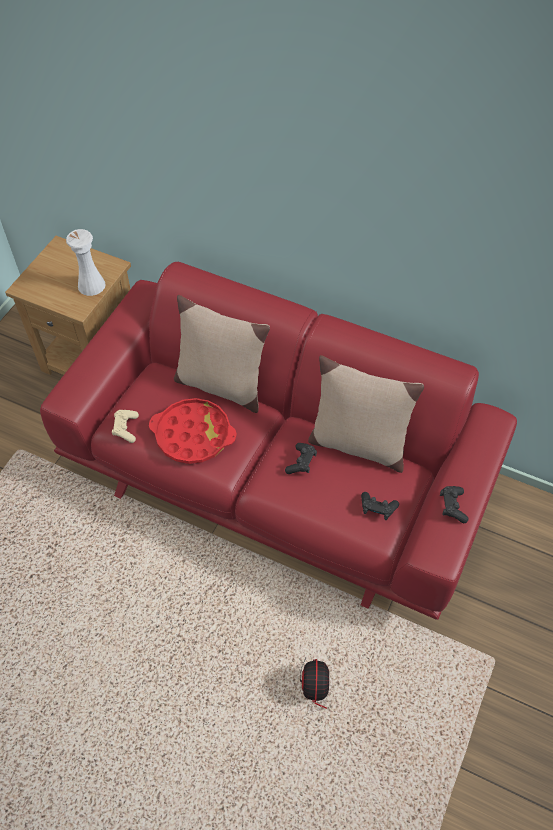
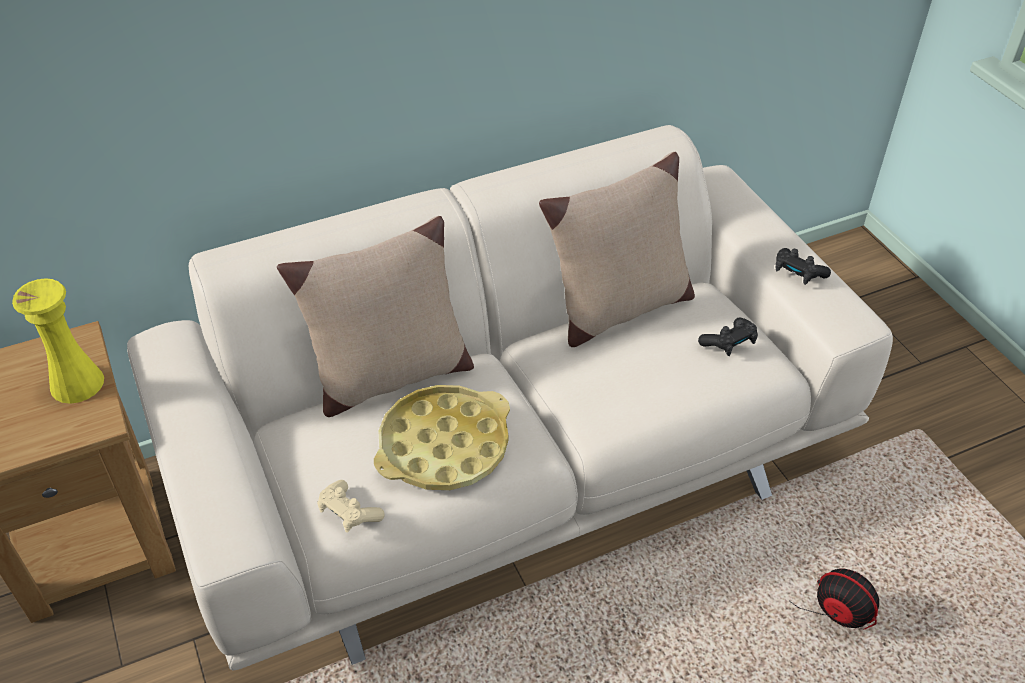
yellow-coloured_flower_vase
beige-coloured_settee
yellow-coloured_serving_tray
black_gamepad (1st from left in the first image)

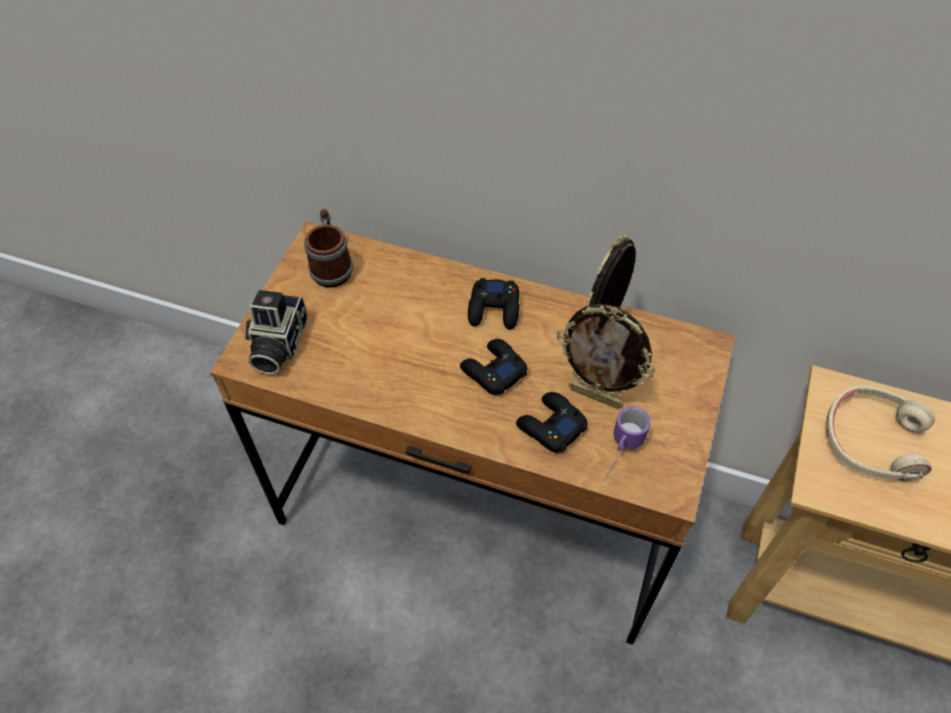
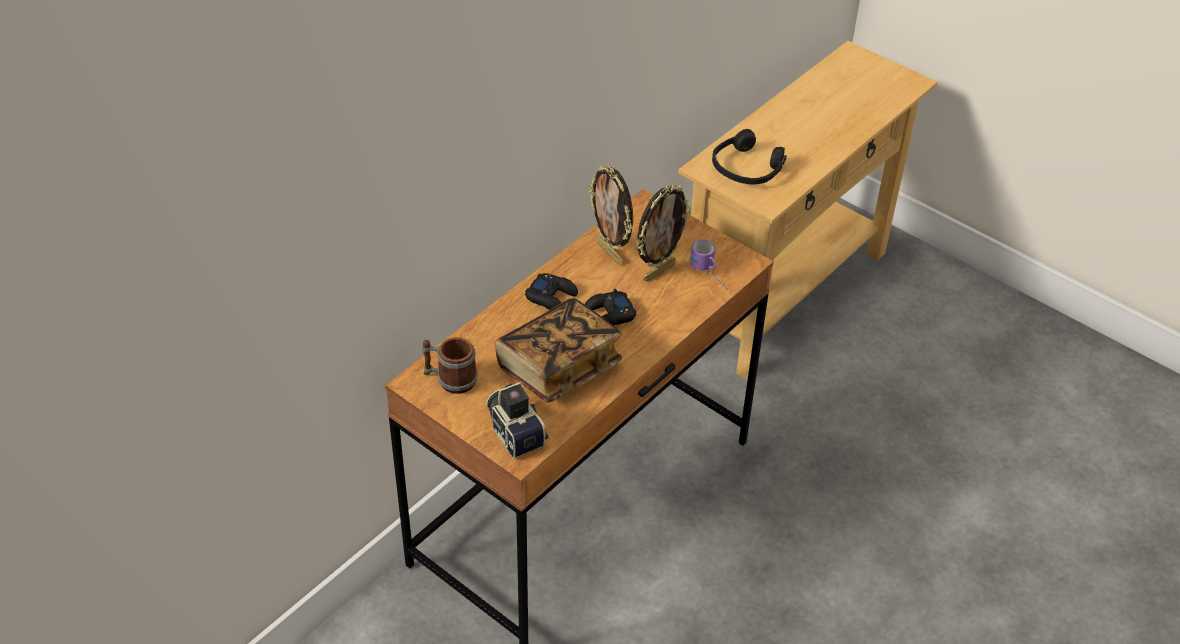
still_camera
black_headphones
black_gamepad (3rd from left in the first image)
bound_book

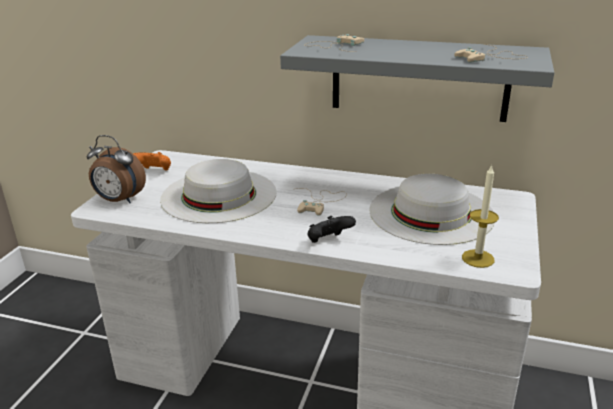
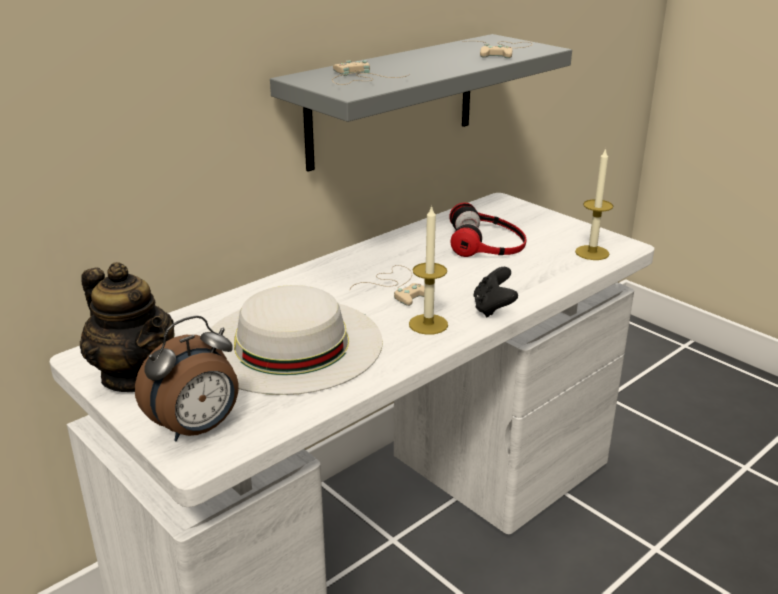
teapot
headphones
wax_candle (1st from left)

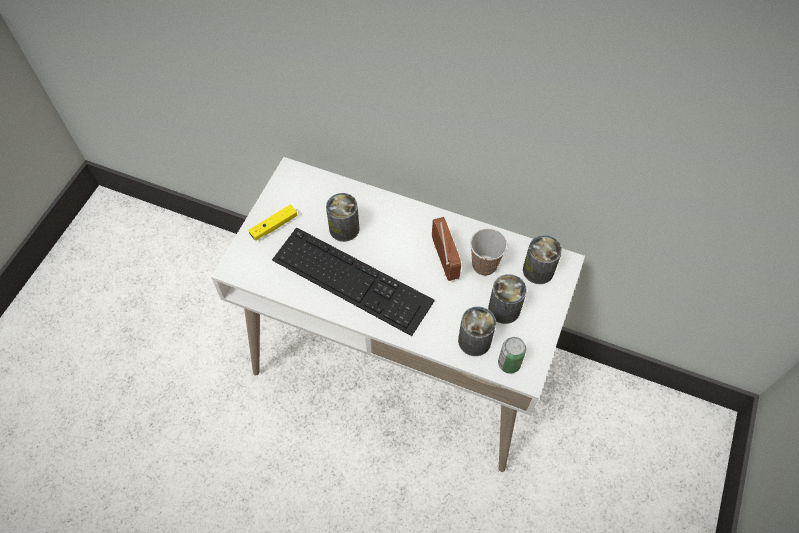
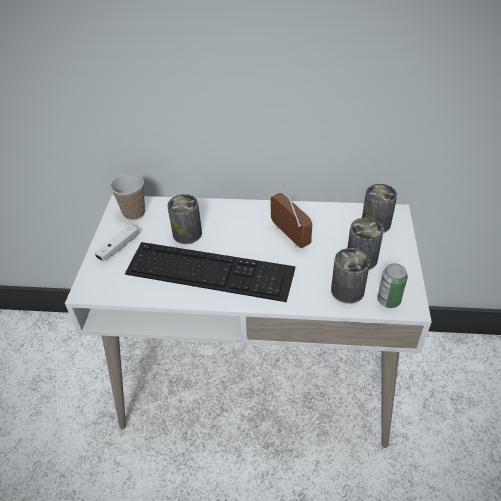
white_gamepad
drinking_cup

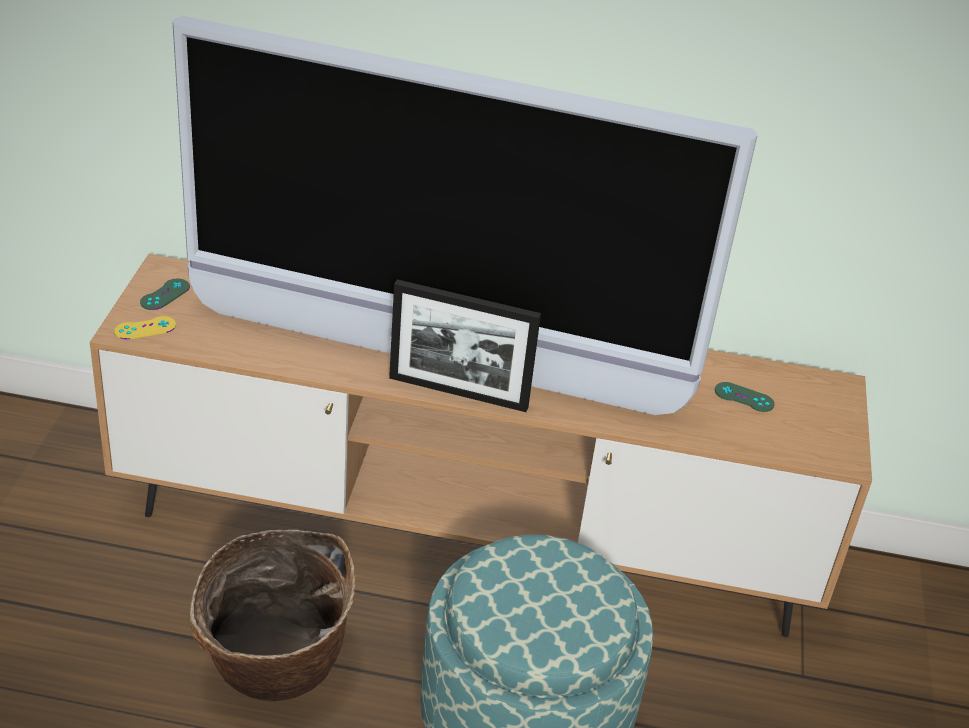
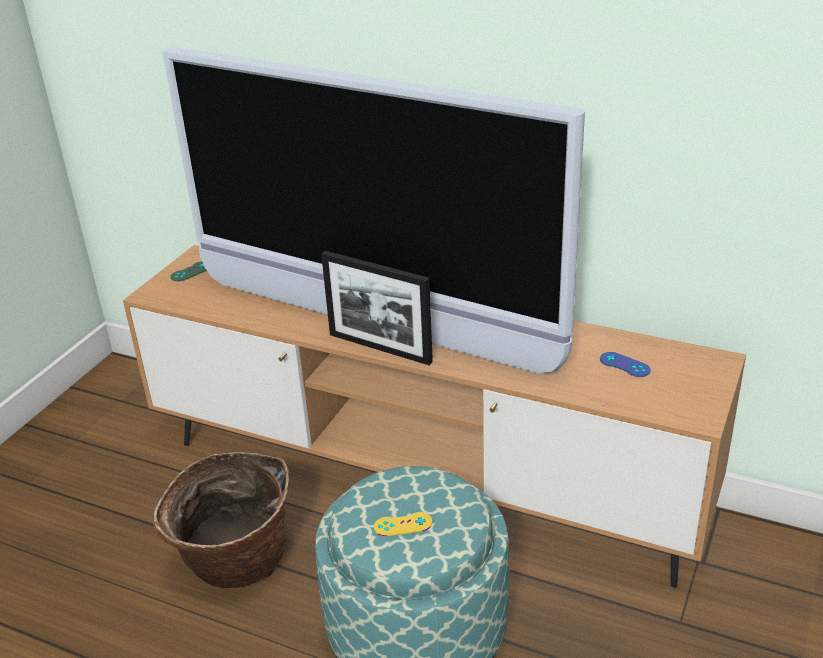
yellow-coloured_gamepad
blue_gamepad

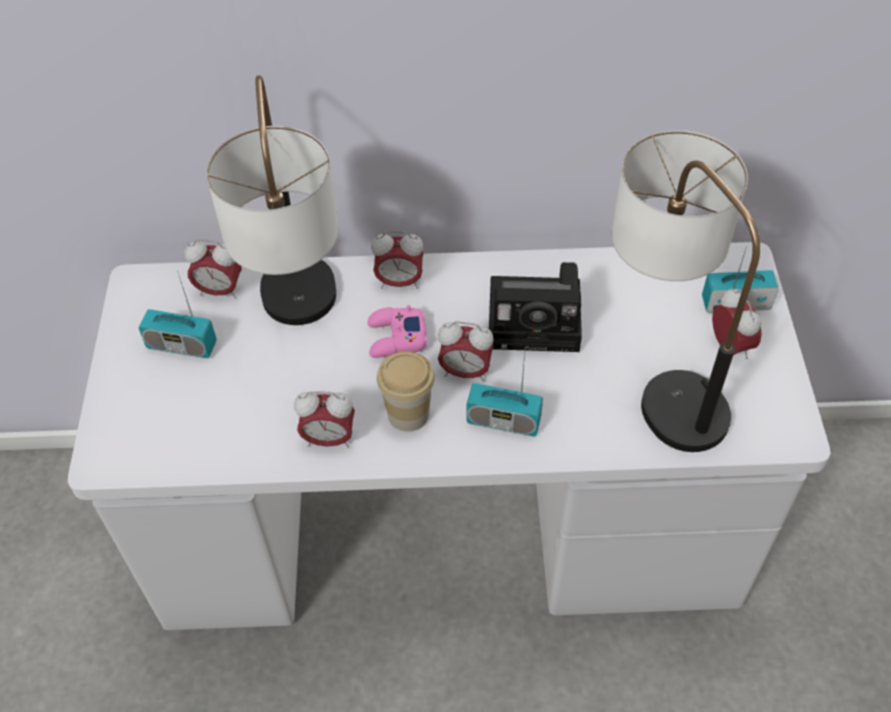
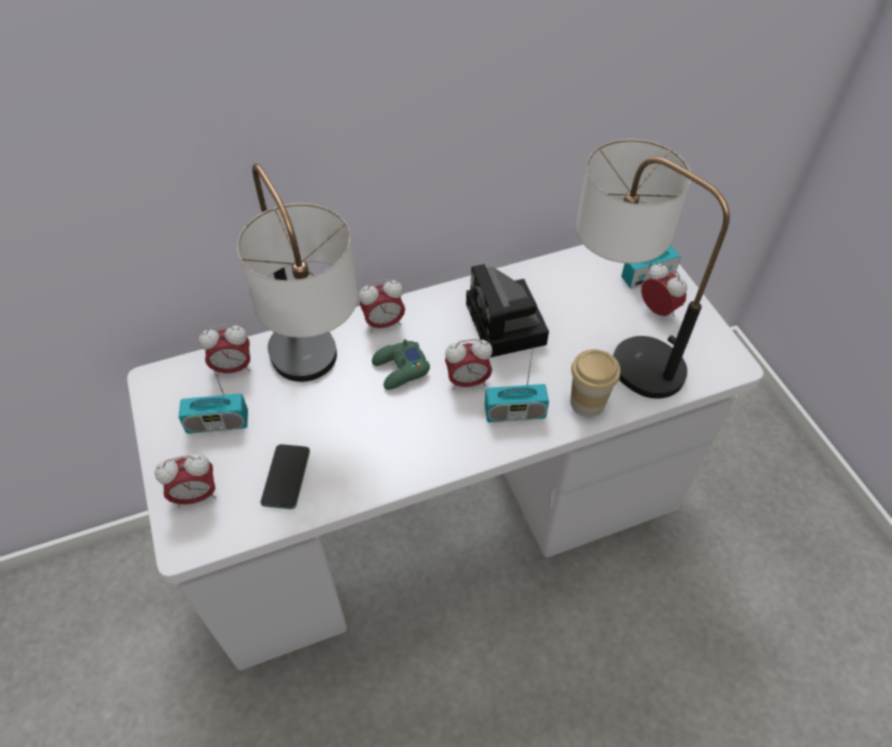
still_camera
greenish_gamepad
drinking_cup
alarm_clock (1st from left)
telephone

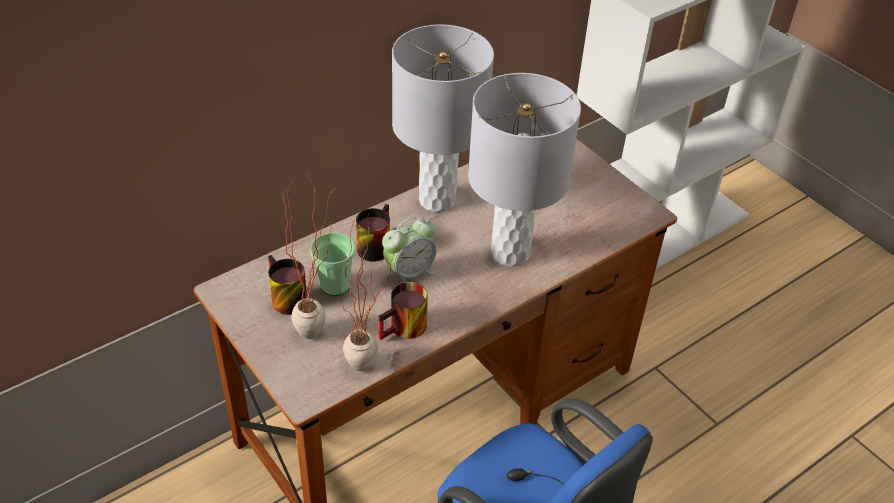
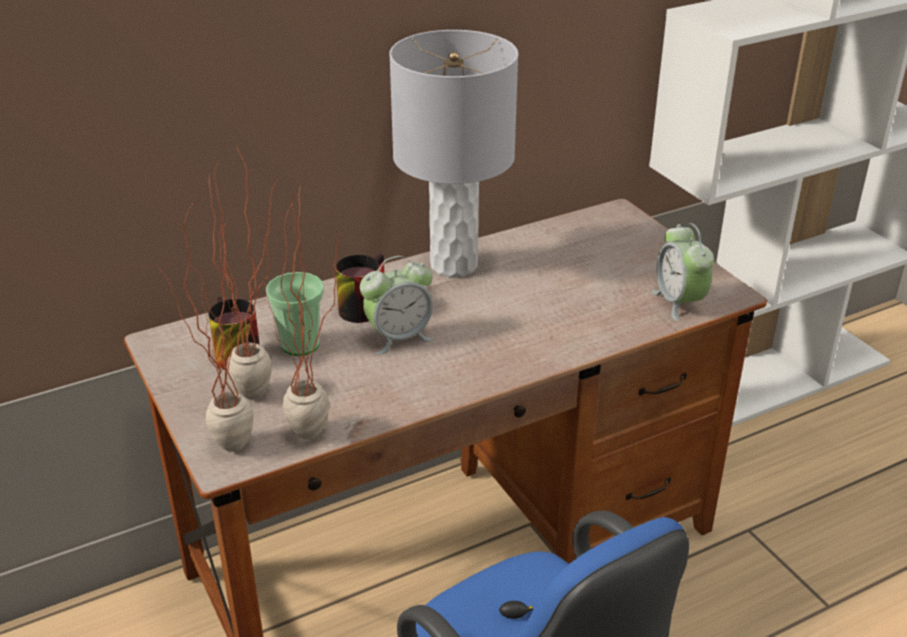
greyish_table_lamp (2nd from left in the first image)
mug (3rd from left in the first image)
plant_in_a_pot (1st from left)
alarm_clock (2nd from left)

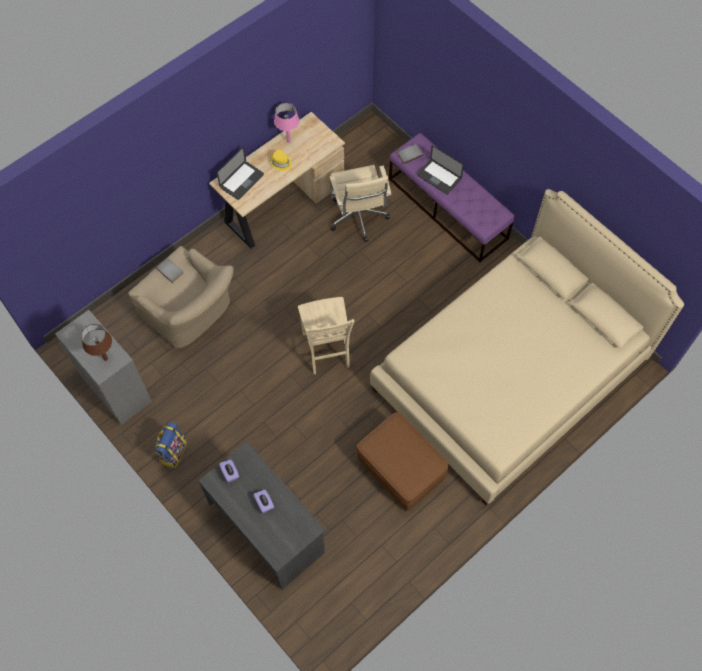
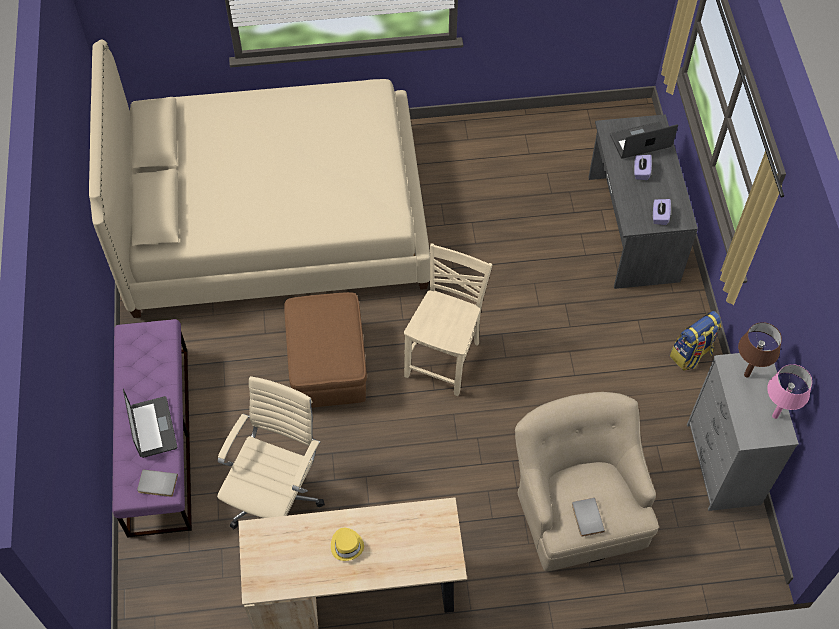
pink-coloured_table_lamp
notebook_computer (2nd from left)
brown_ottoman

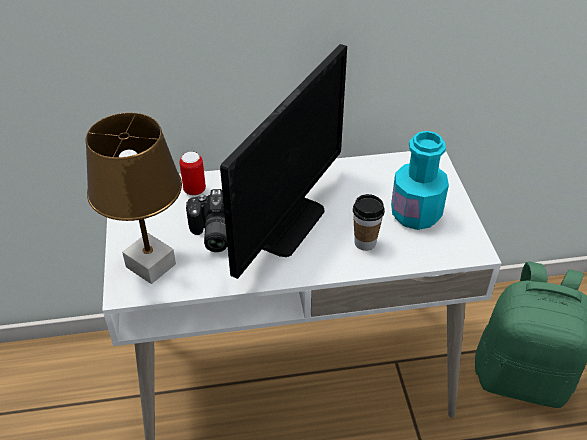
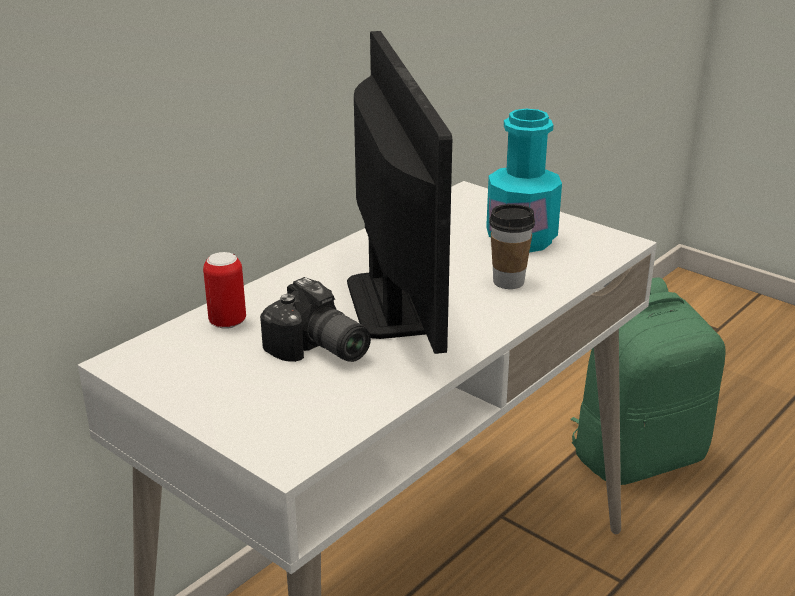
brown_table_lamp

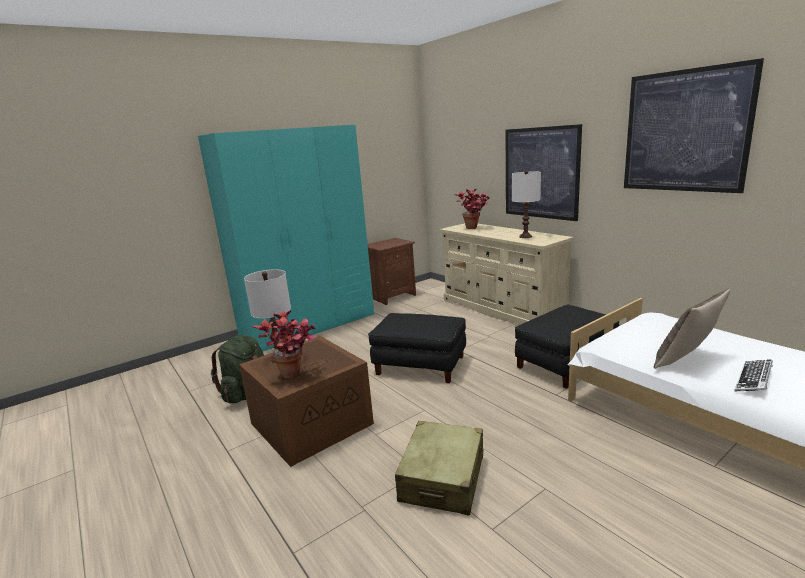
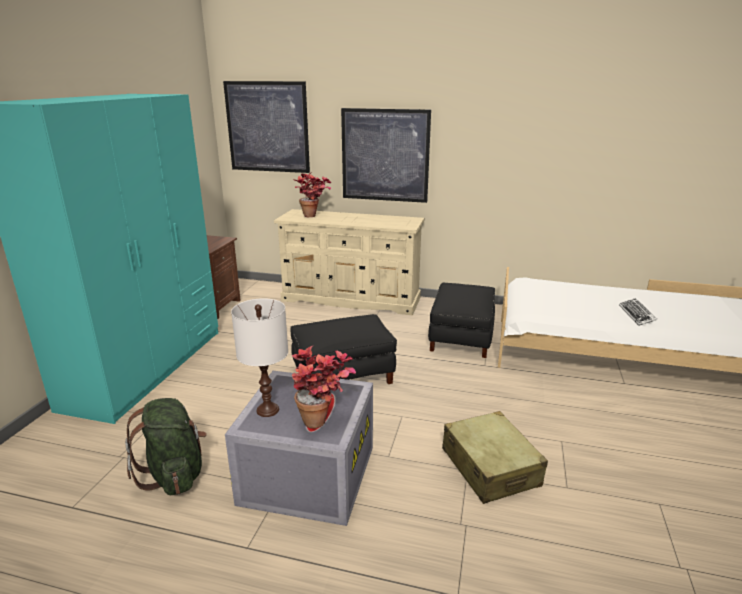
picture (1st from left)
white_table_lamp (2nd from left in the first image)
cushion
greyish_storage_container

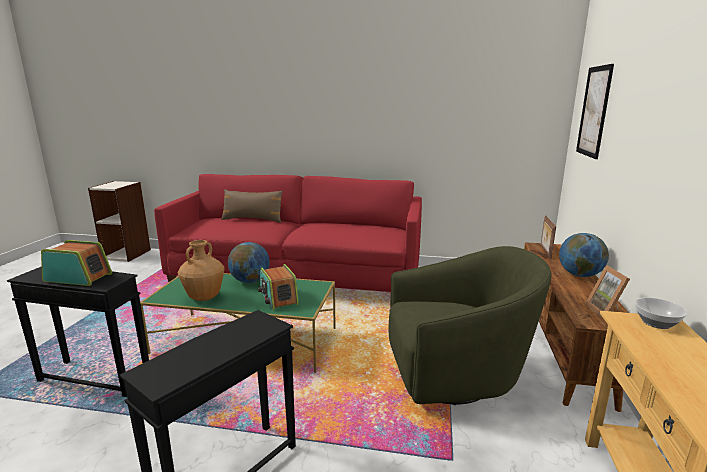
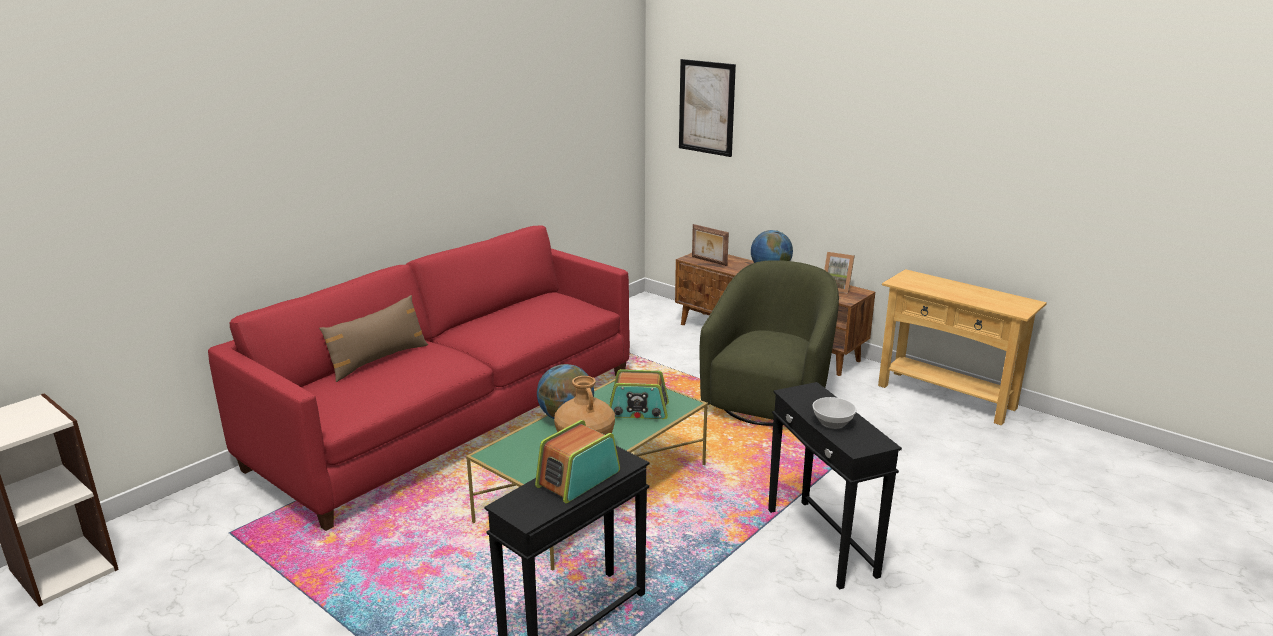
serving_bowl

